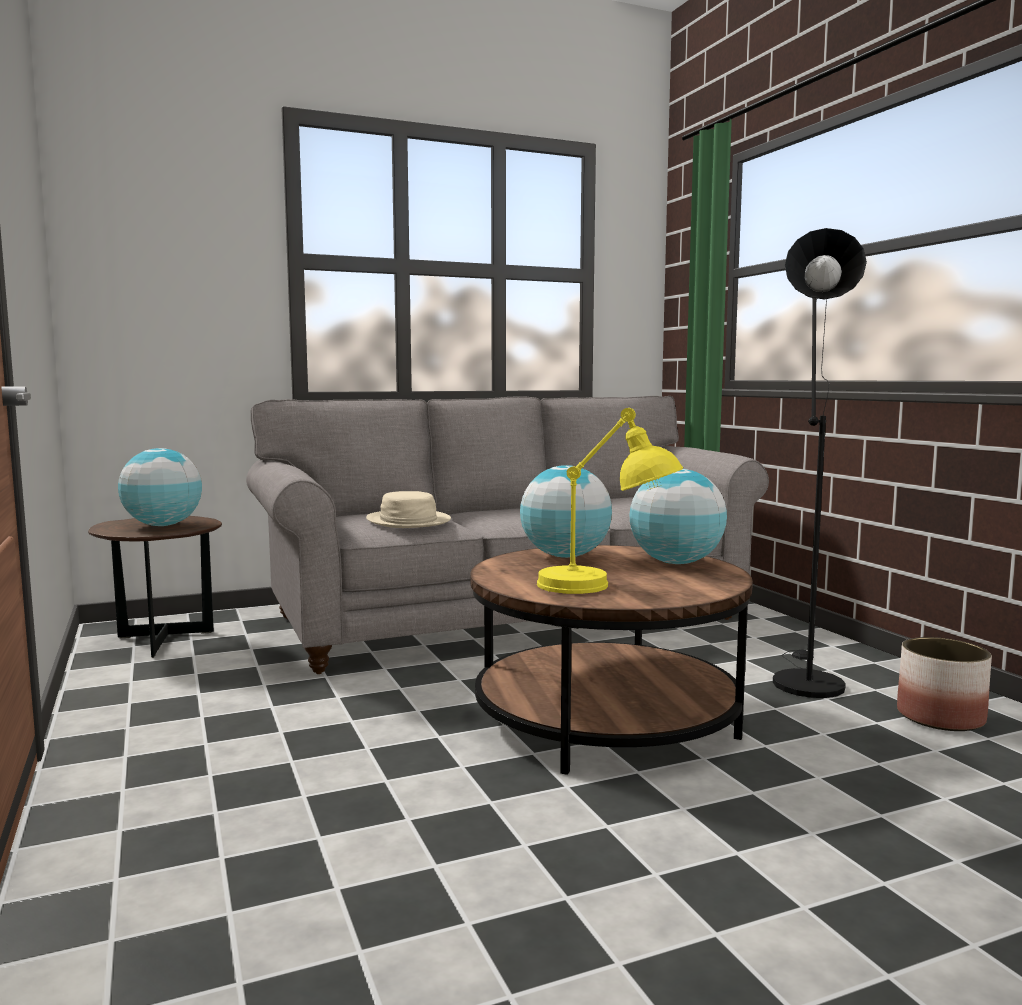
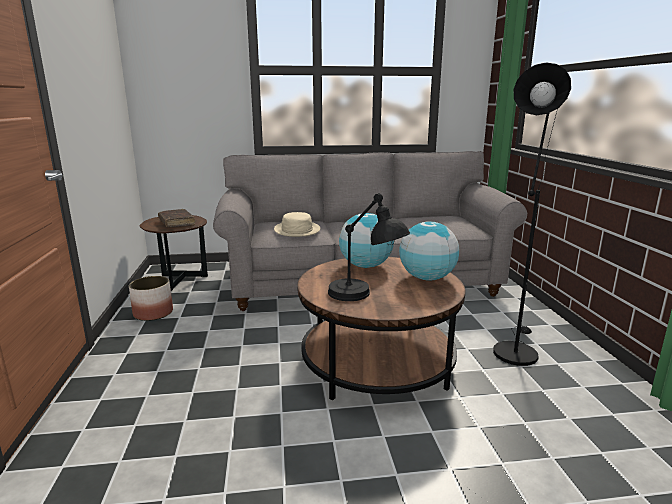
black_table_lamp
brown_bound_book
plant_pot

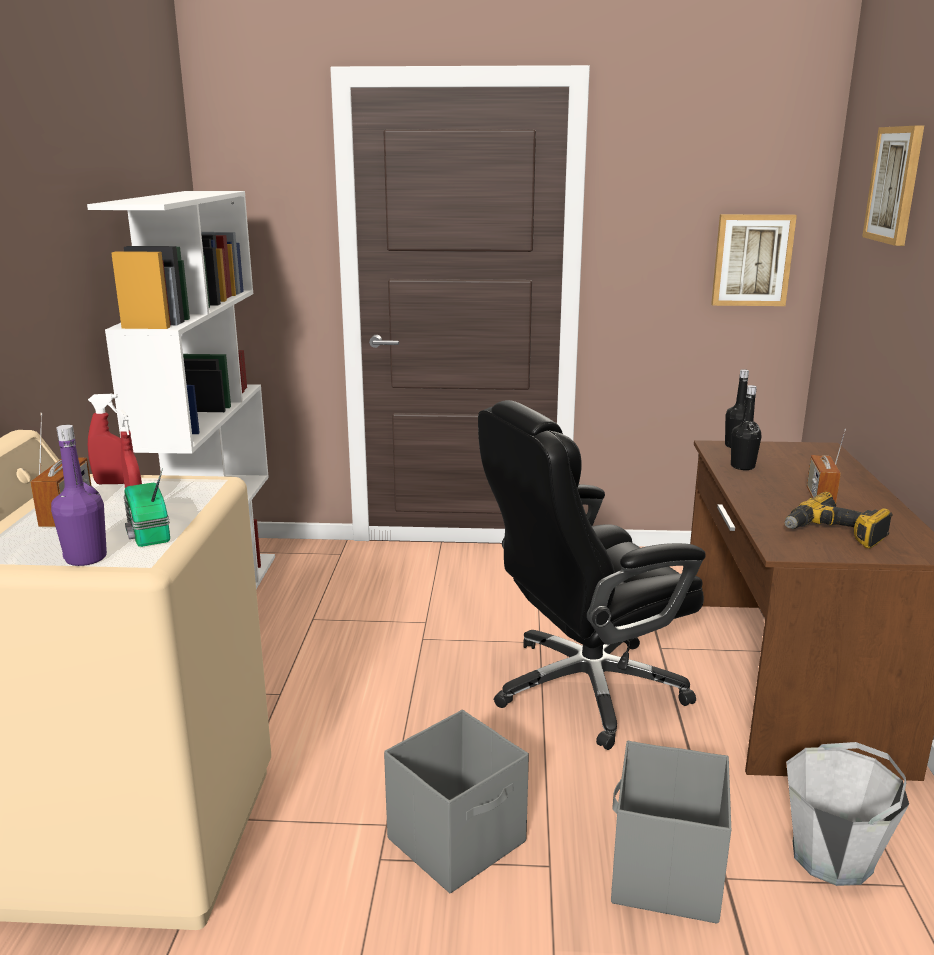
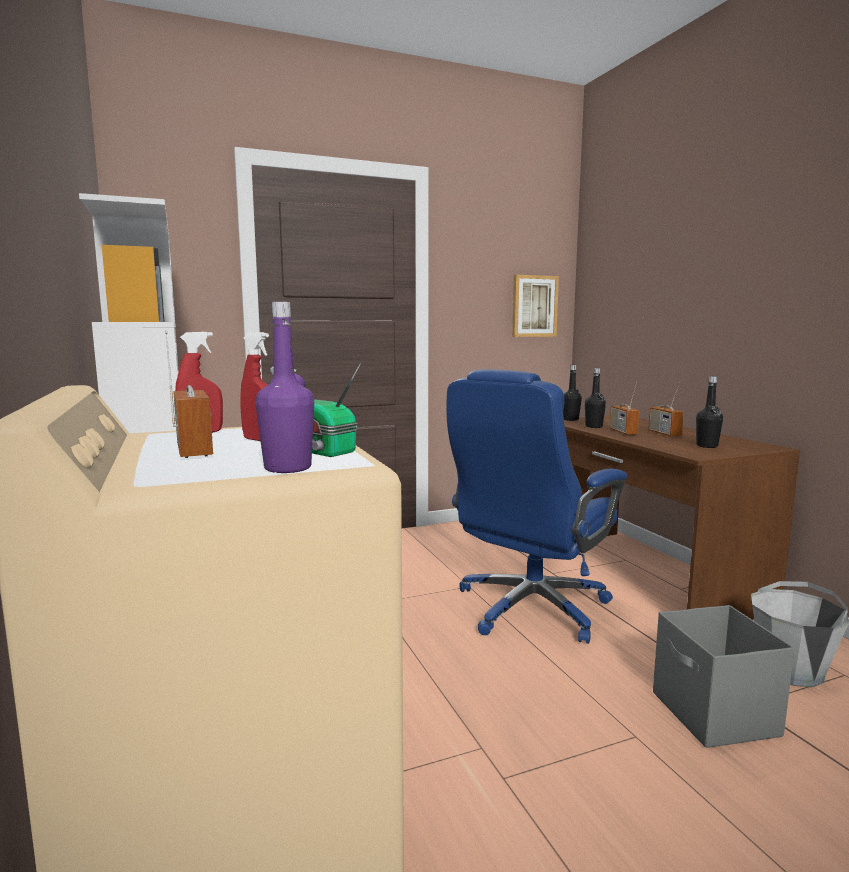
picture (2nd from left in the first image)
blue_computer_chair
black_bottle (3rd from left)
greyish_storage_container (1st from left in the first image)
radio_receiver (3rd from left)

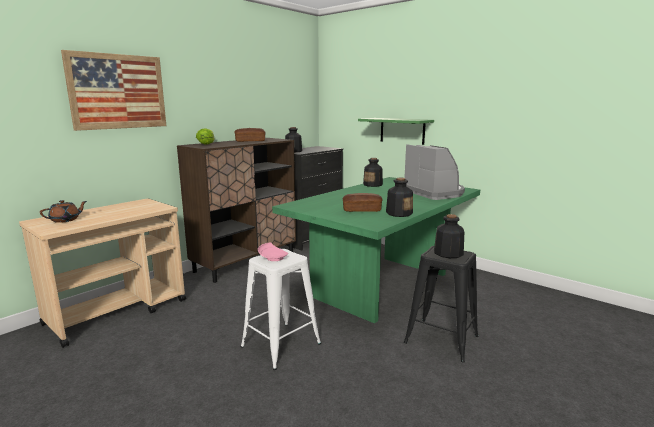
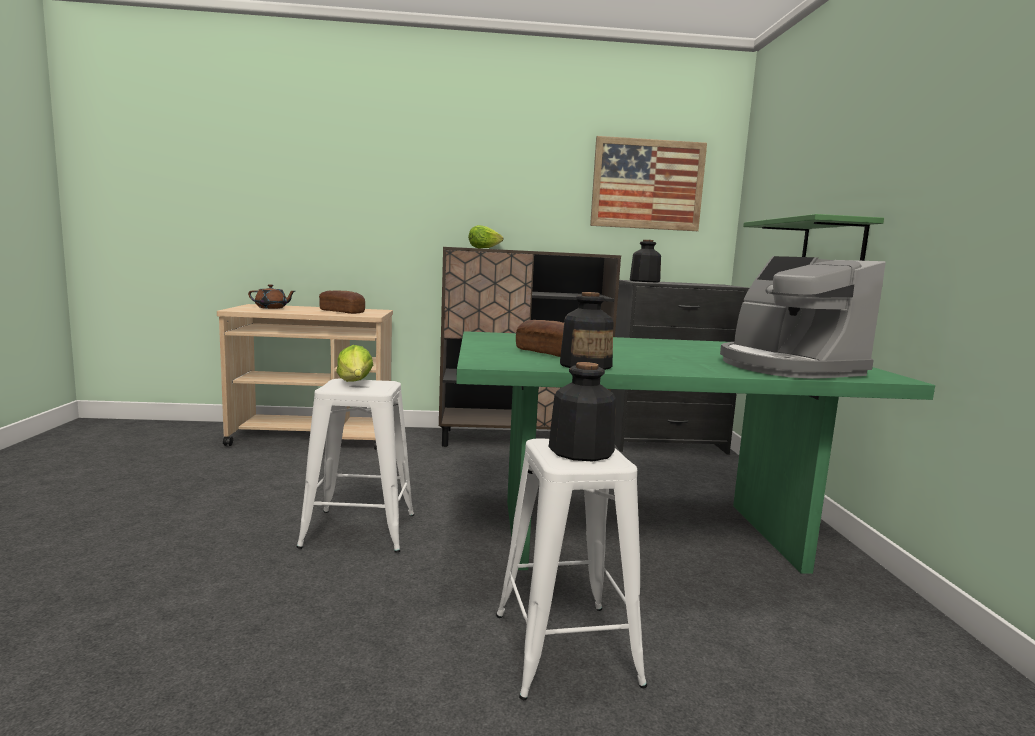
picture
bread (1st from left)
coffee_machine
bottle (2nd from left in the first image)
head_of_lettuce (1st from left)
white_stool (2nd from left)

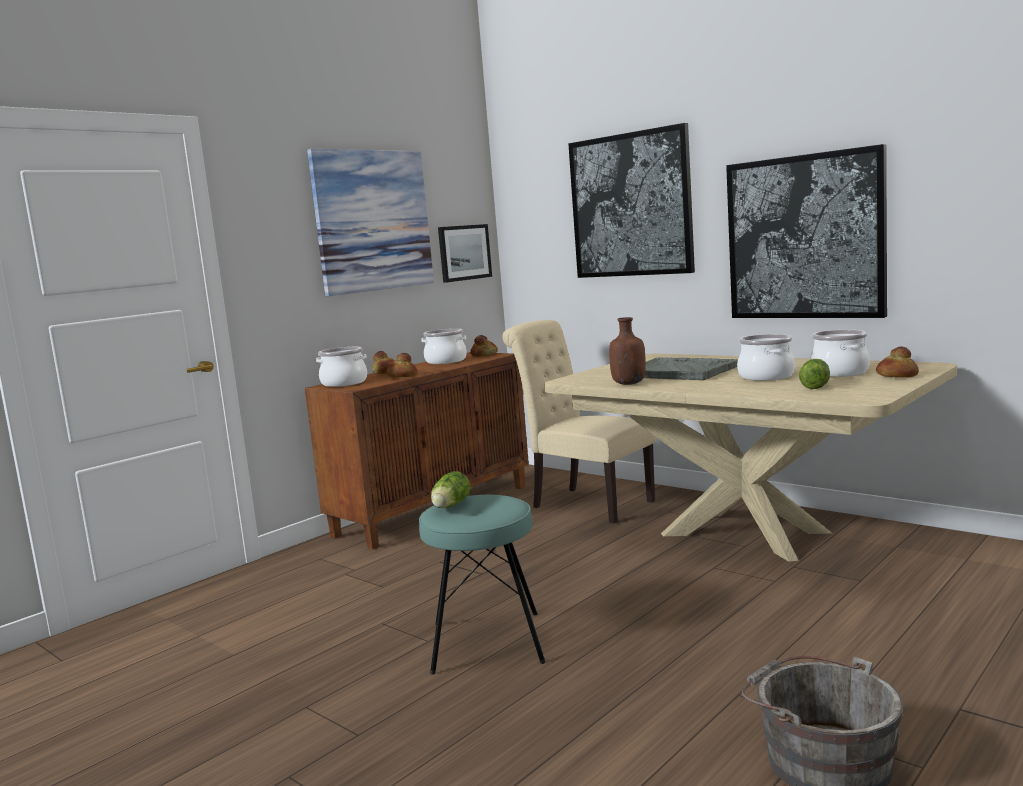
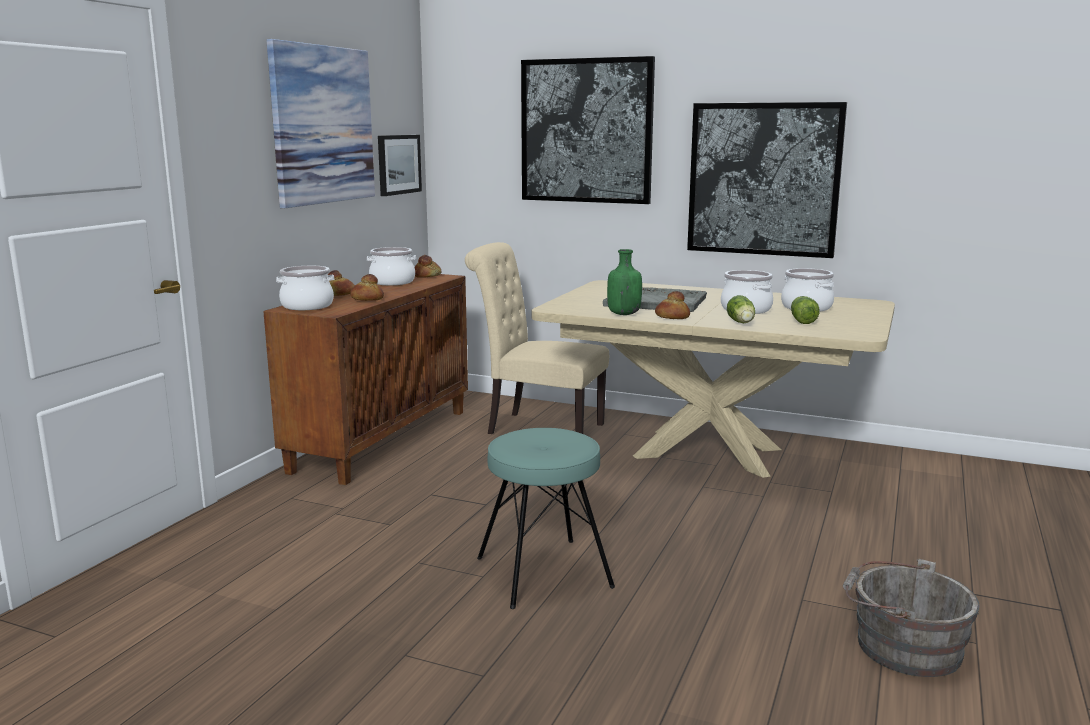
greenish_bottle
bread (4th from left)
head_of_lettuce (1st from left)

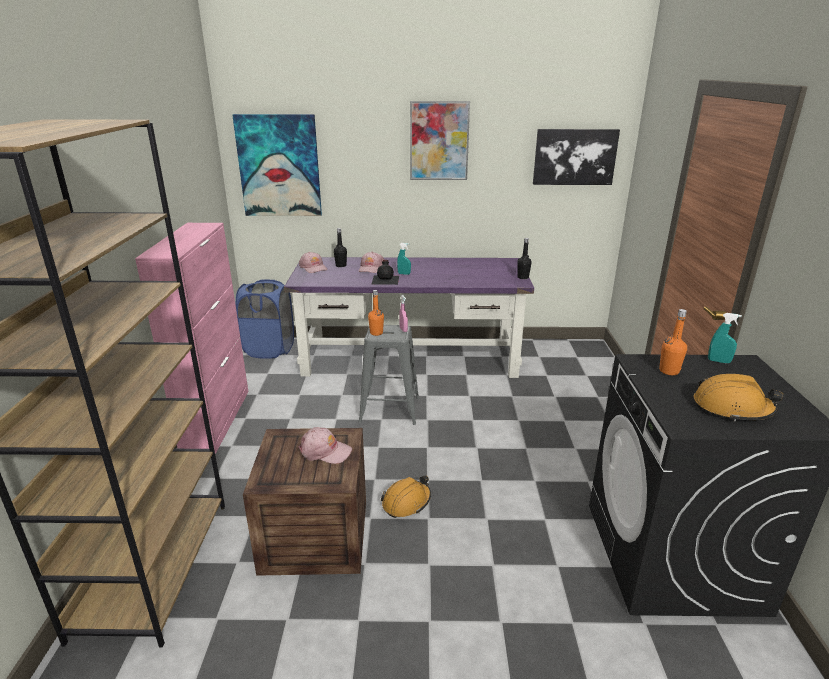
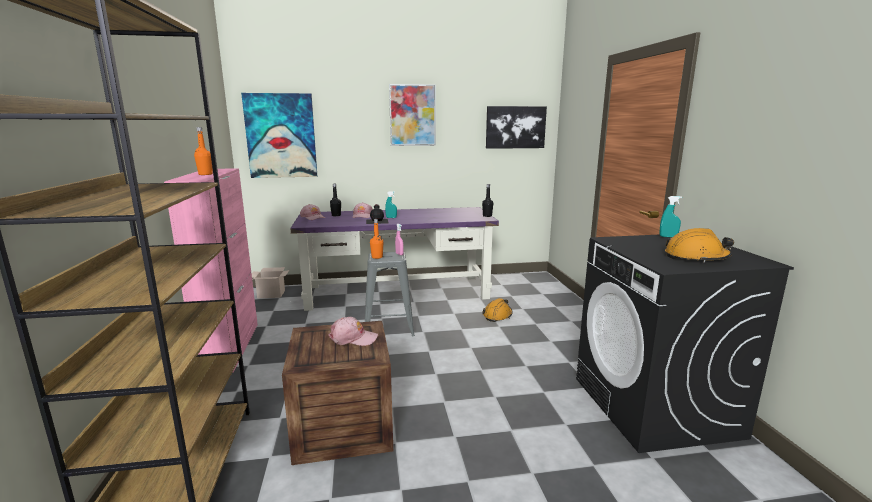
cardboard_box
orange-coloured_bottle (1st from left)
orange-coloured_hard_hat (1st from left)

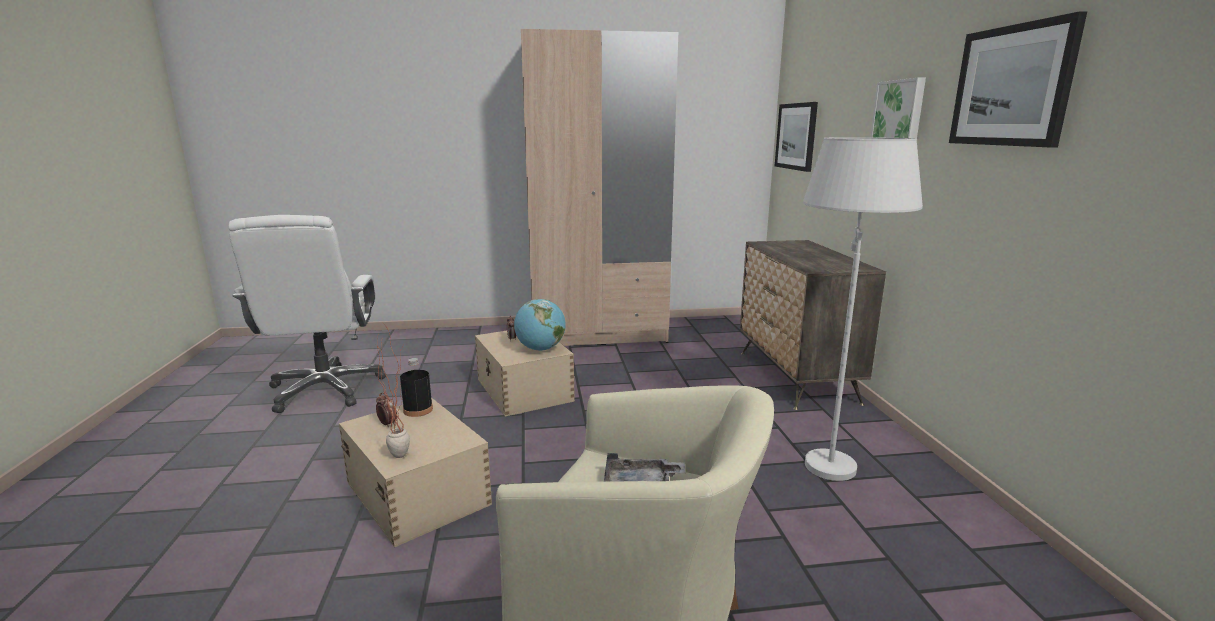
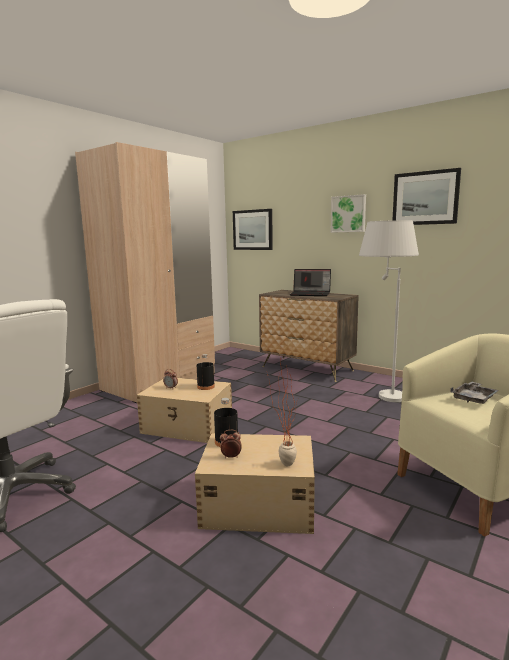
black_bottle (1st from left)
notebook_computer

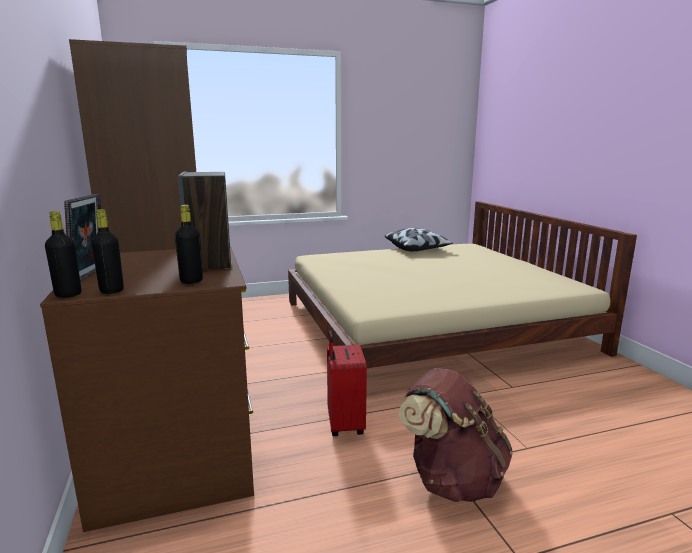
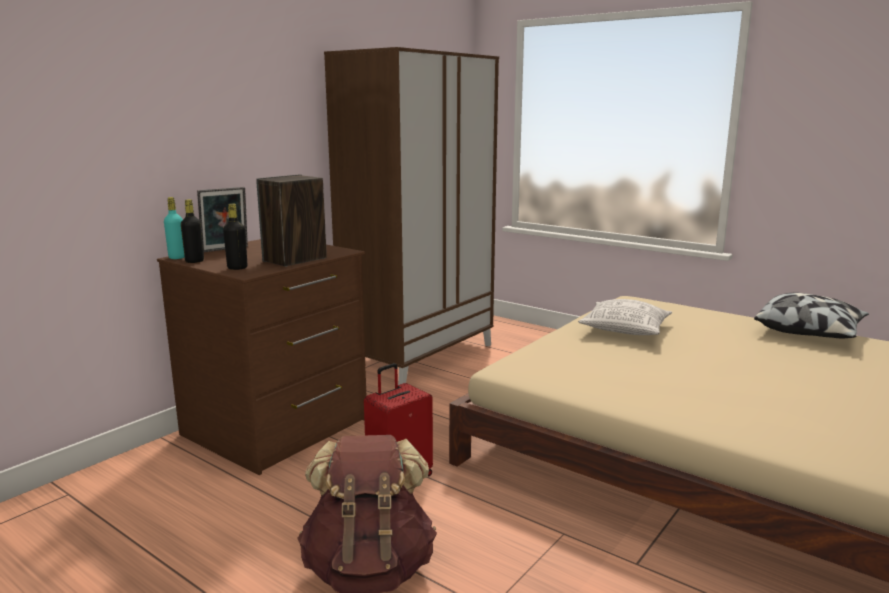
blue-green_bottle
cushion (1st from left)

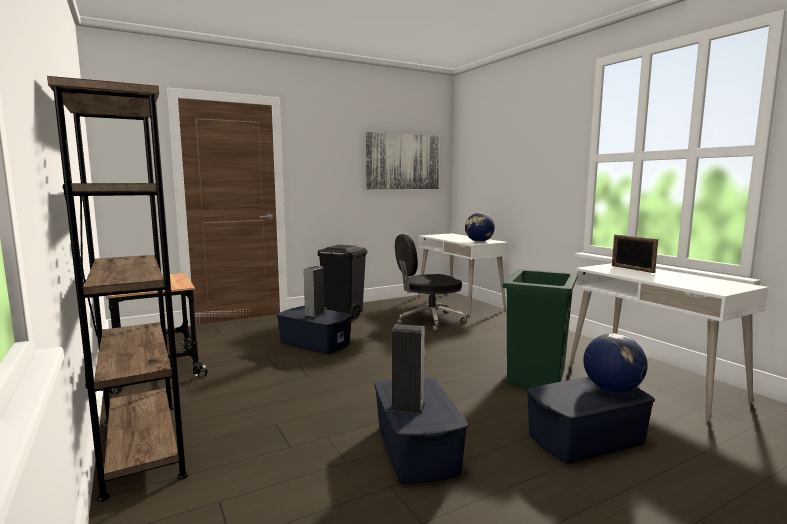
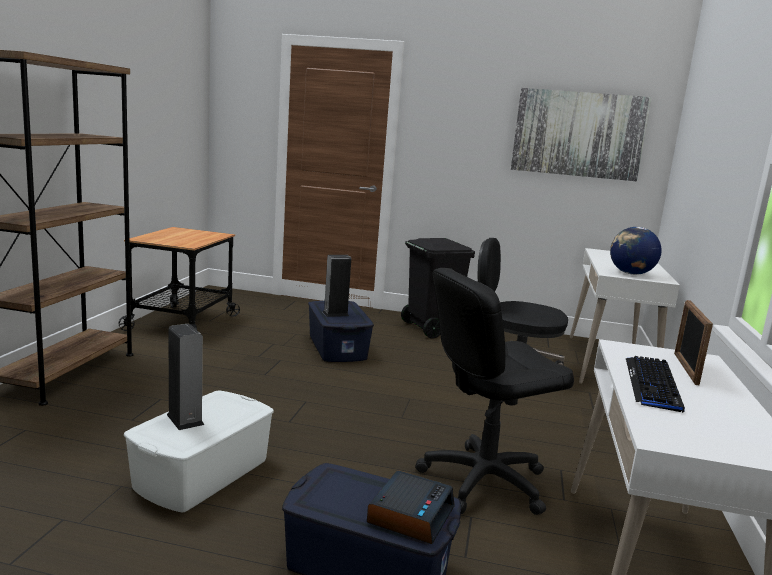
black_computer_chair (1st from left)
alarm_clock
white_storage_container
computer_keyboard

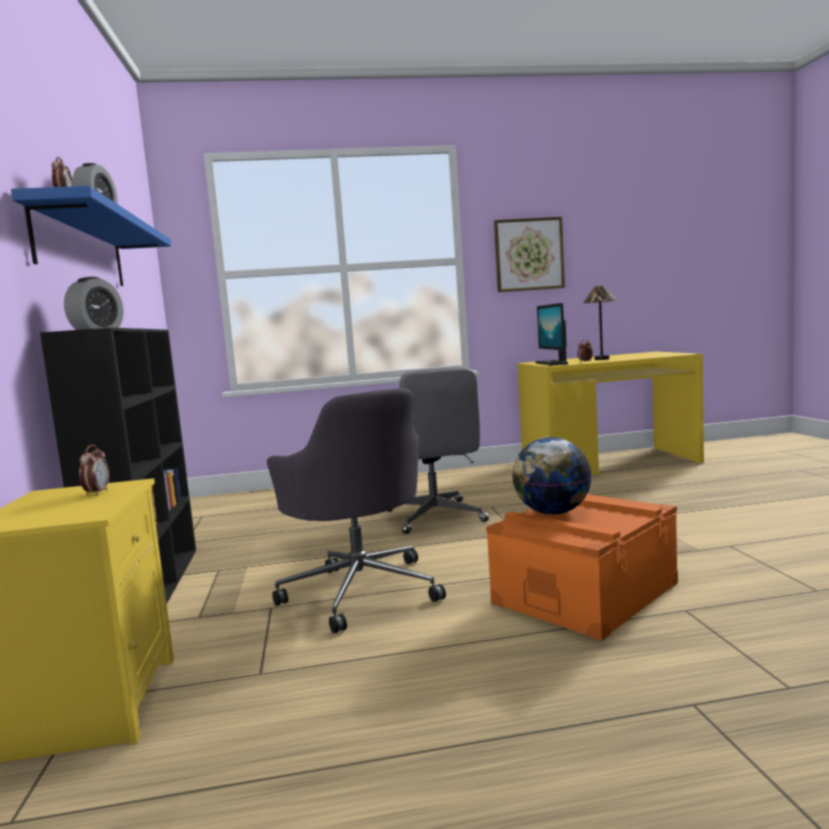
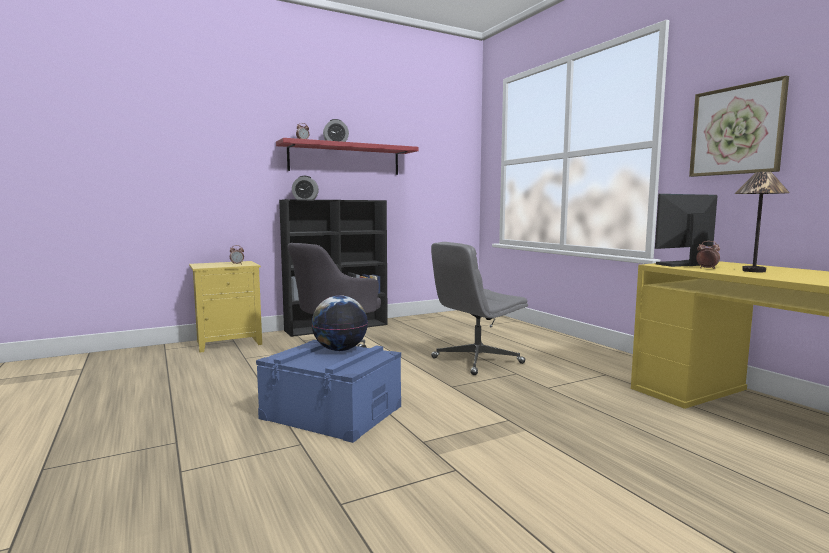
reddish_bracket_shelf
blue_storage_container

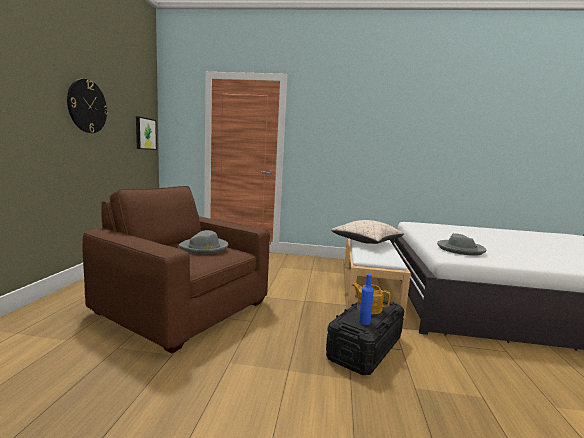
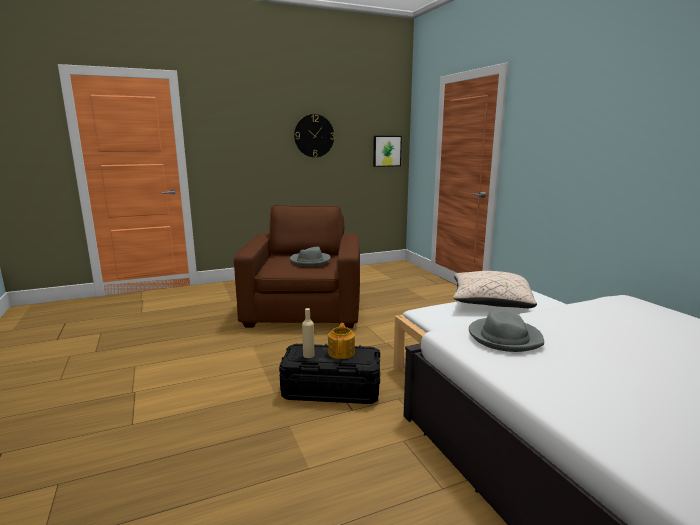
beige-coloured_bottle

